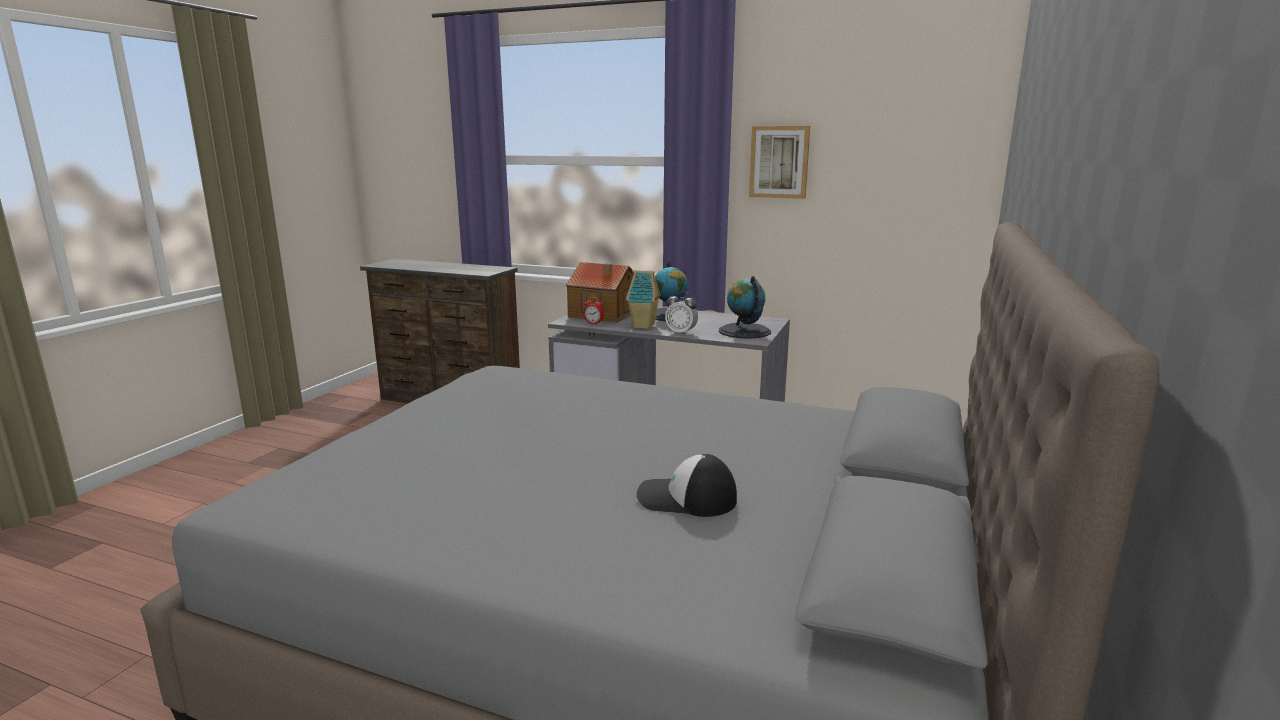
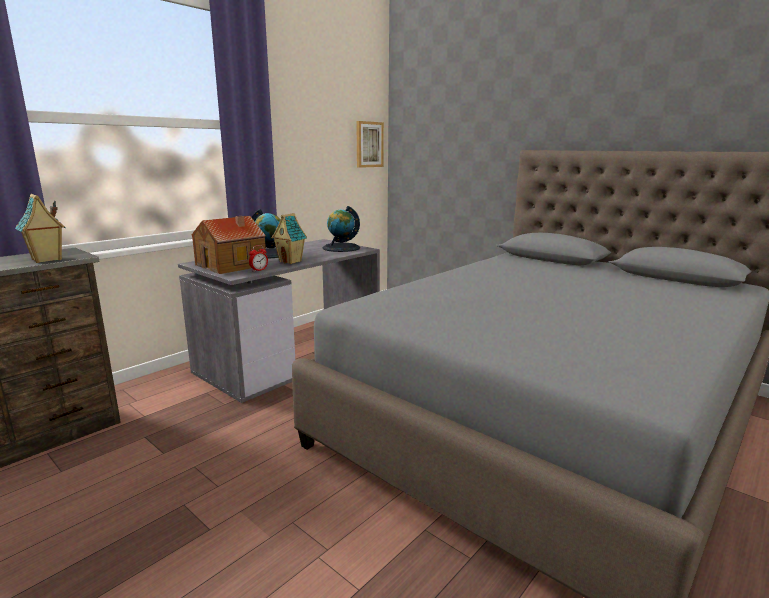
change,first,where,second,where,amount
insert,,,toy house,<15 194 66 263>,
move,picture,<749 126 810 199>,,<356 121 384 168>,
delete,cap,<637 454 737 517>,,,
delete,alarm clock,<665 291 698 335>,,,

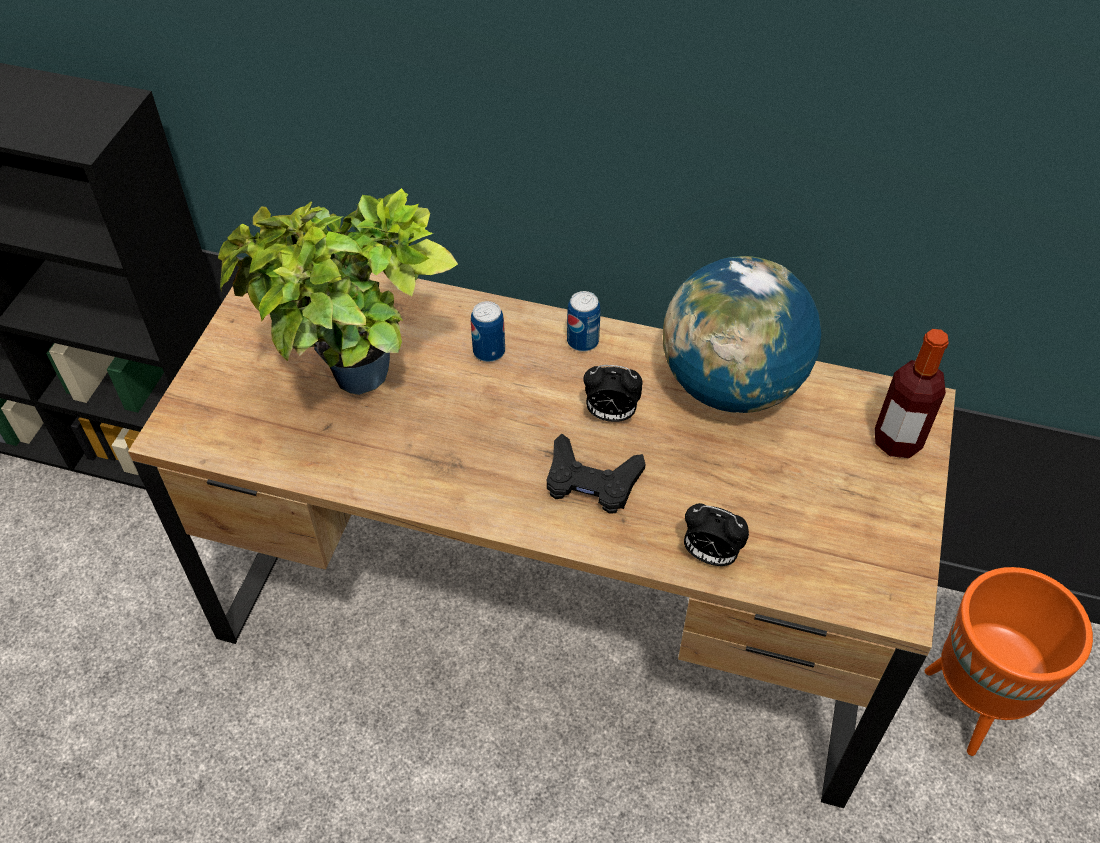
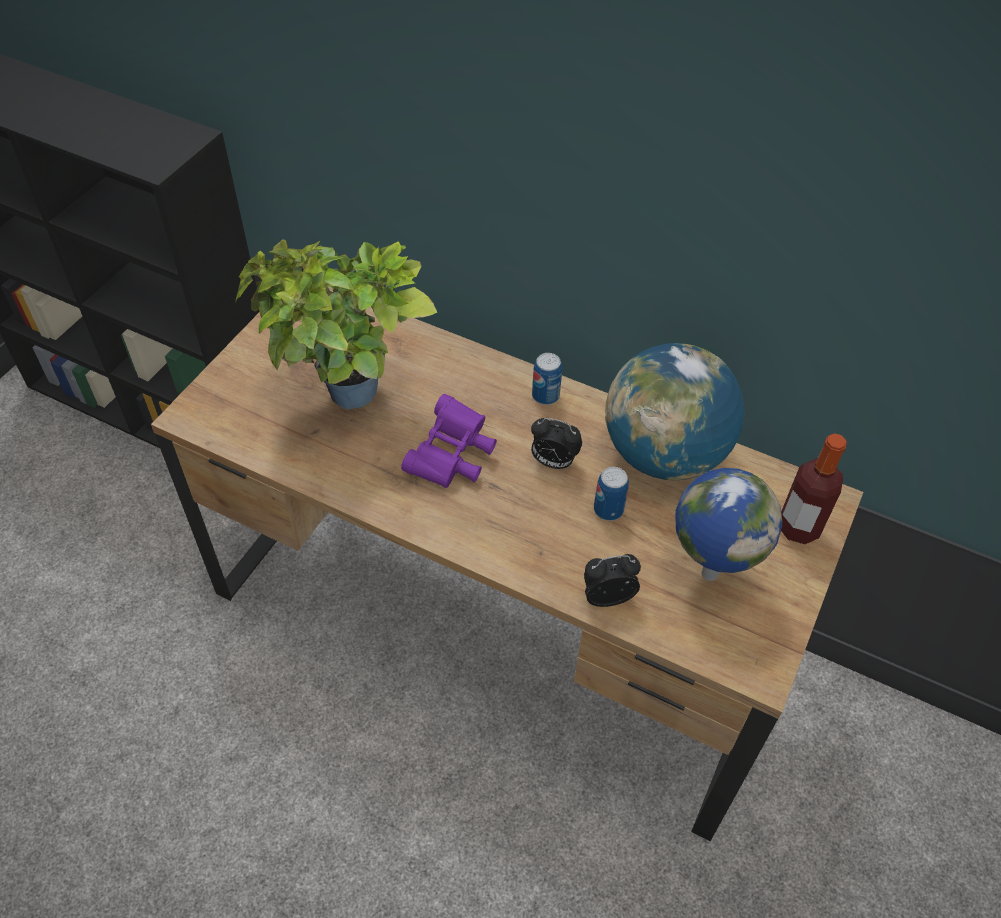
change,first,where,second,where,amount
insert,,,purple binoculars,<401 394 497 488>,
rotate,alarm clock,<684 503 749 566>,,<584 554 641 607>,135 degrees clockwise
move,can,<471 301 505 362>,,<594 467 629 521>,
insert,,,globe,<675 468 782 581>,
delete,black game controller,<547 433 646 514>,,,
delete,orange planter,<925 567 1093 756>,,,

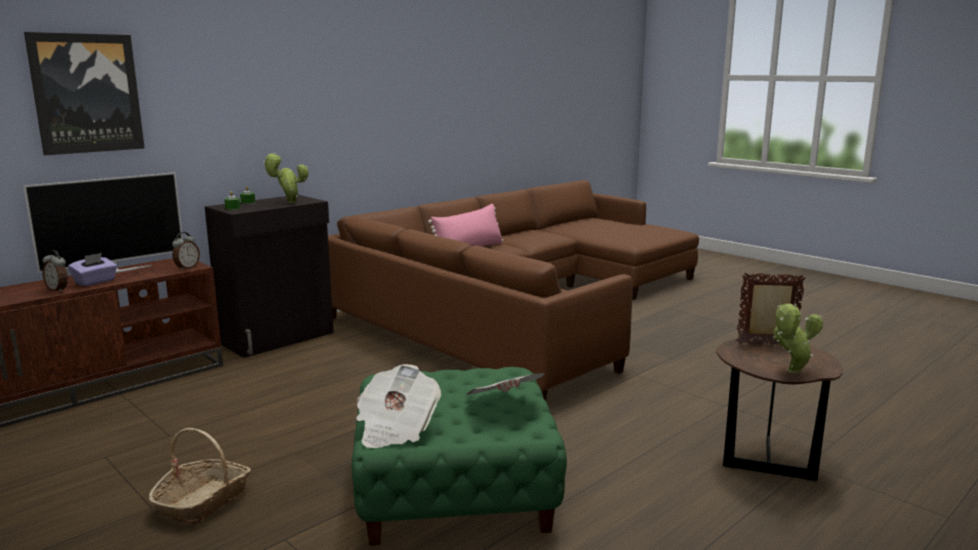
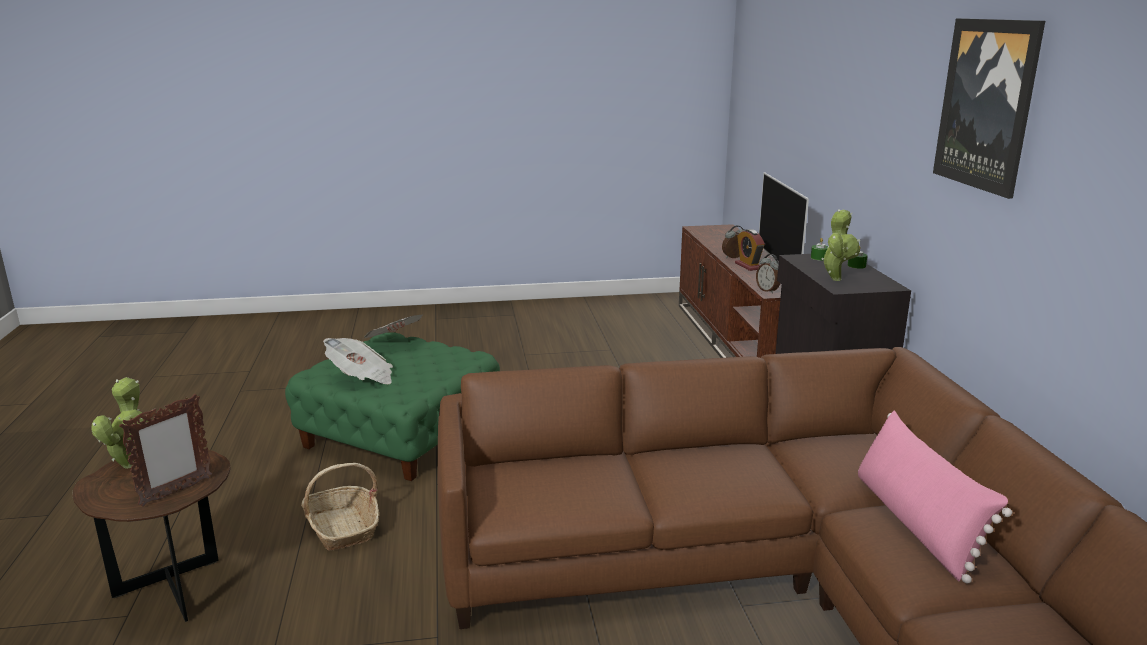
change,first,where,second,where,amount
move,basket,<149 428 251 526>,,<301 463 379 551>,
replace,purple tissue box,<68 253 117 286>,alarm clock,<735 229 765 271>,
move,picture,<24 32 145 155>,,<933 18 1045 199>,

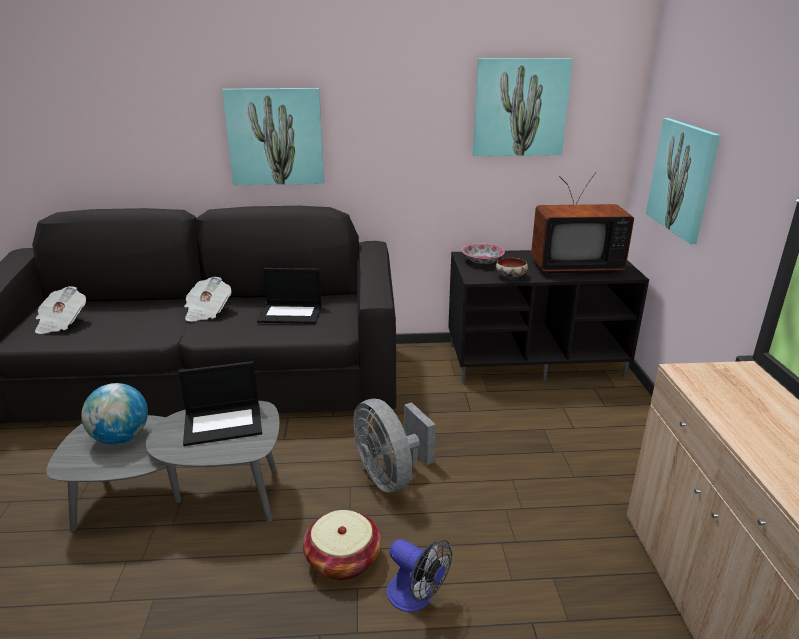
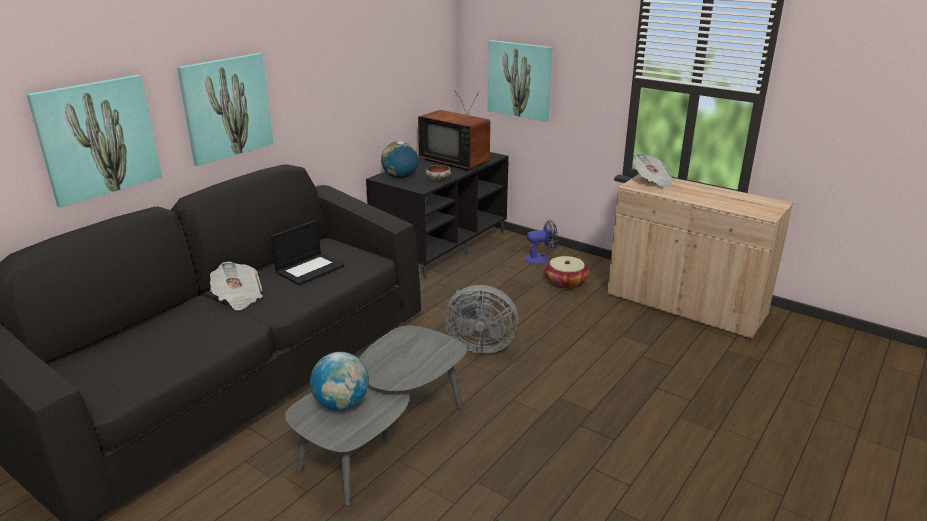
change,first,where,second,where,amount
move,picture,<473 58 573 156>,,<26 75 162 208>,
replace,bowl,<462 244 505 264>,globe,<381 141 419 179>,
rotate,television,<531 172 634 274>,,<418 90 490 171>,90 degrees clockwise
move,fan,<387 539 452 612>,,<525 220 558 264>,
move,basket,<303 510 381 580>,,<544 256 589 289>,
move,newspaper,<35 286 86 334>,,<633 153 674 189>,
delete,laptop,<178 361 262 446>,,,

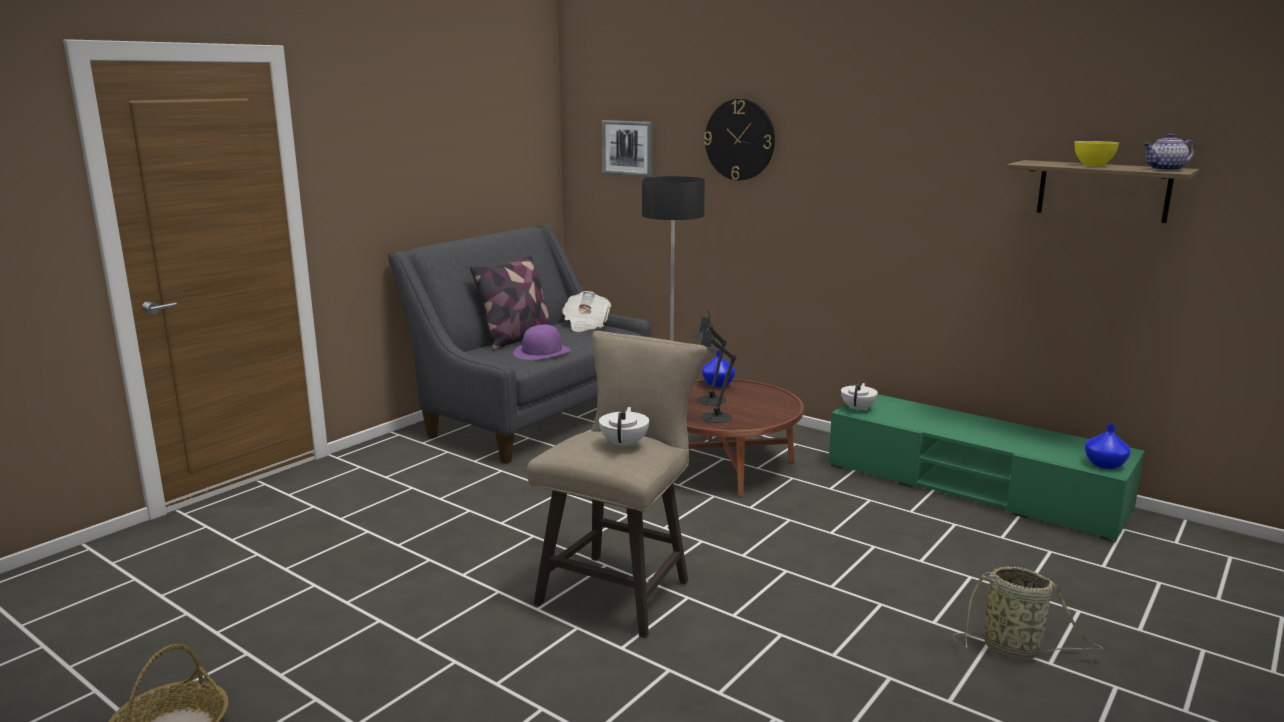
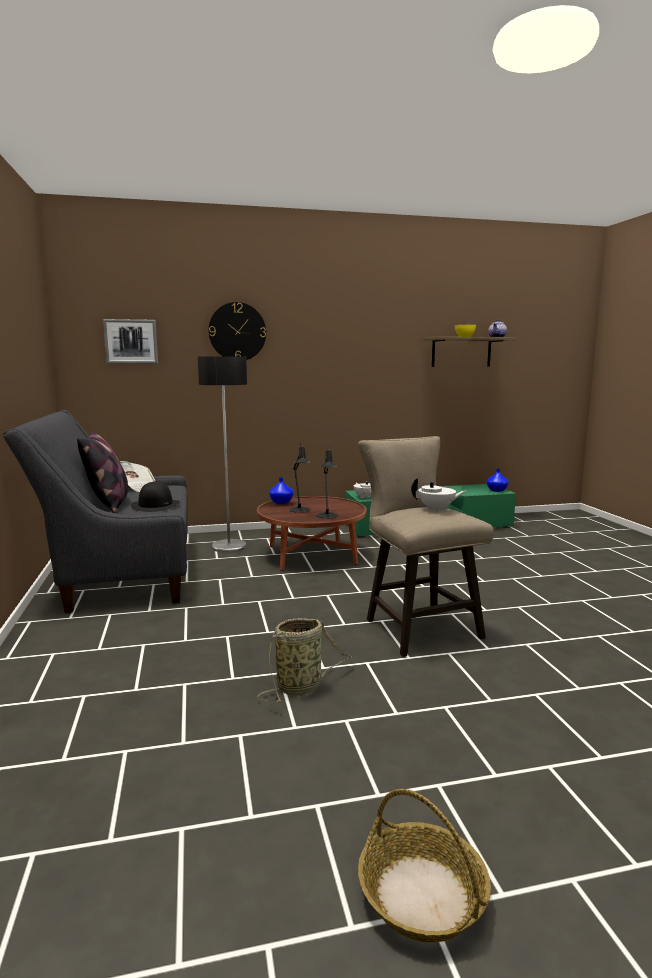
change,first,where,second,where,amount
recolor,purple hat,<513 325 570 360>,black hat,<131 481 180 512>,
move,basket,<953 566 1104 660>,,<257 618 353 702>,
rotate,white teapot,<599 407 649 450>,,<411 478 466 512>,135 degrees clockwise

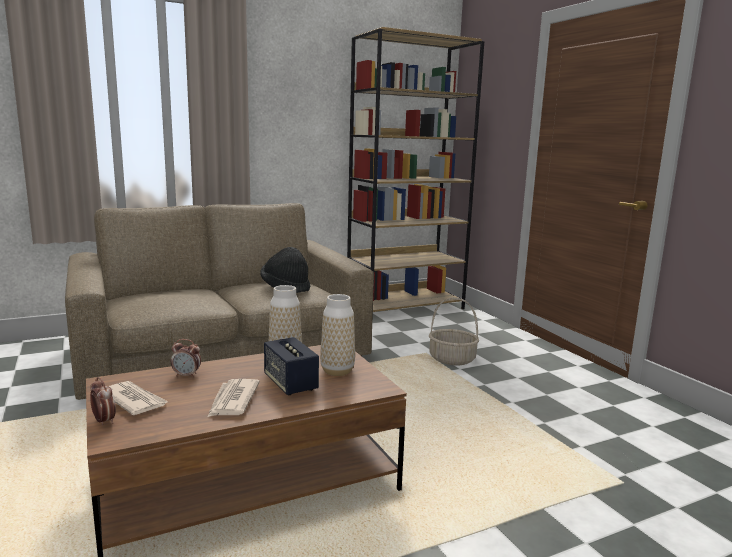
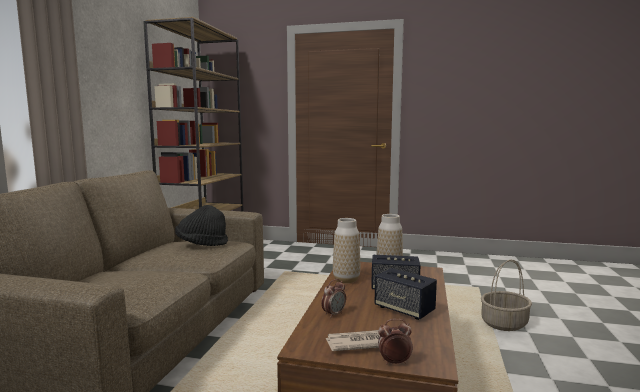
change,first,where,second,where,amount
replace,newspaper,<208 379 260 417>,speaker,<375 268 437 320>,
move,basket,<429 297 479 365>,,<481 259 532 331>,

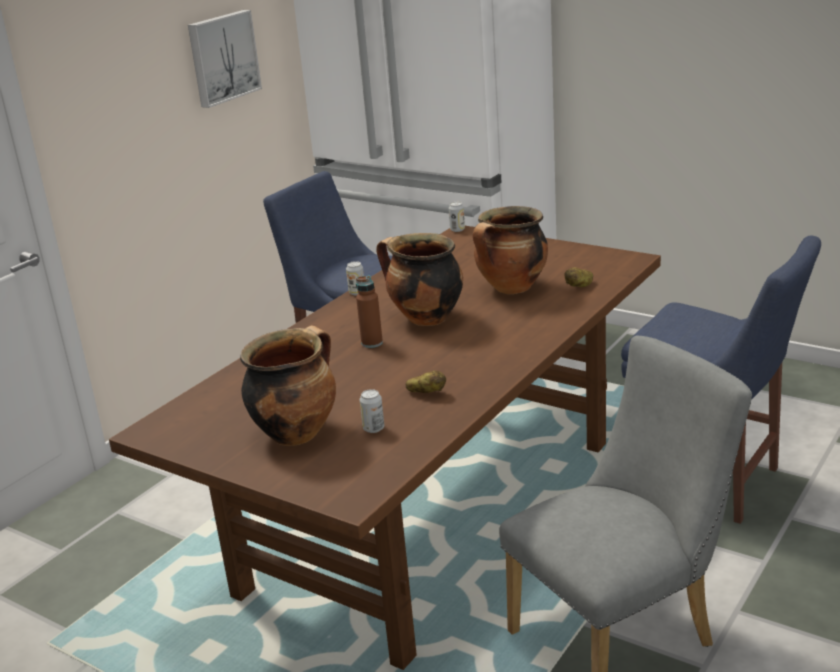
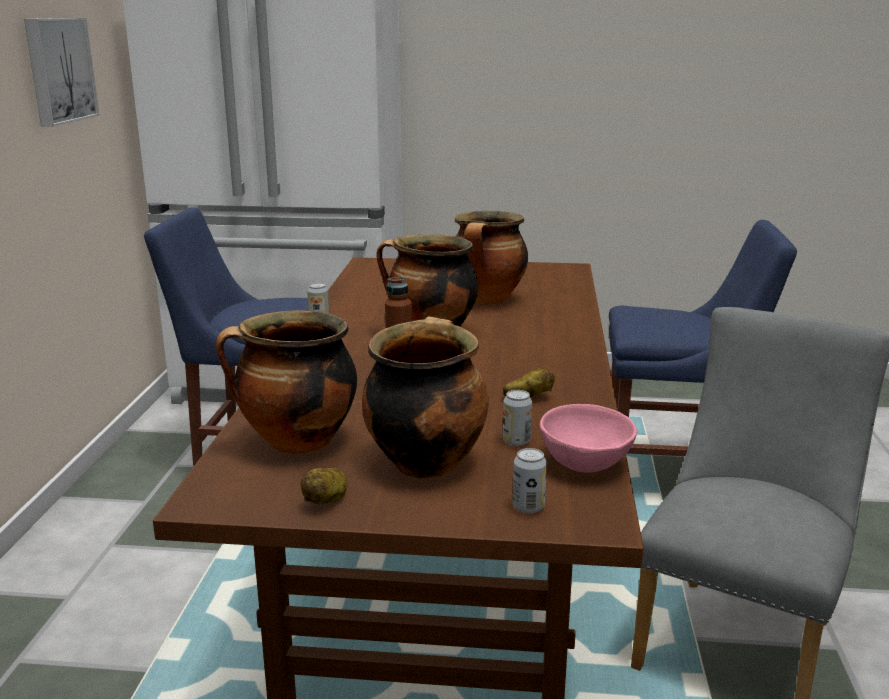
change,first,where,second,where,amount
insert,,,cooking pot,<216 310 357 454>,
move,potato,<564 268 593 287>,,<300 468 348 504>,
move,can,<449 202 465 232>,,<513 448 547 514>,
insert,,,pink bowl,<540 404 637 473>,

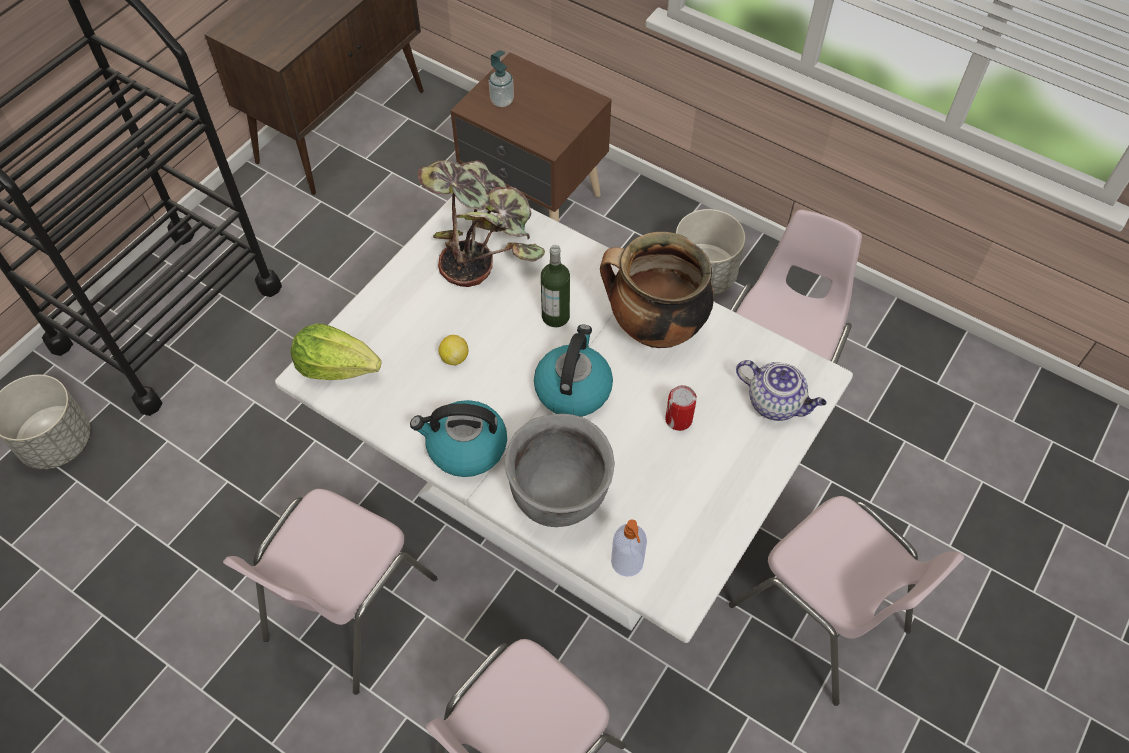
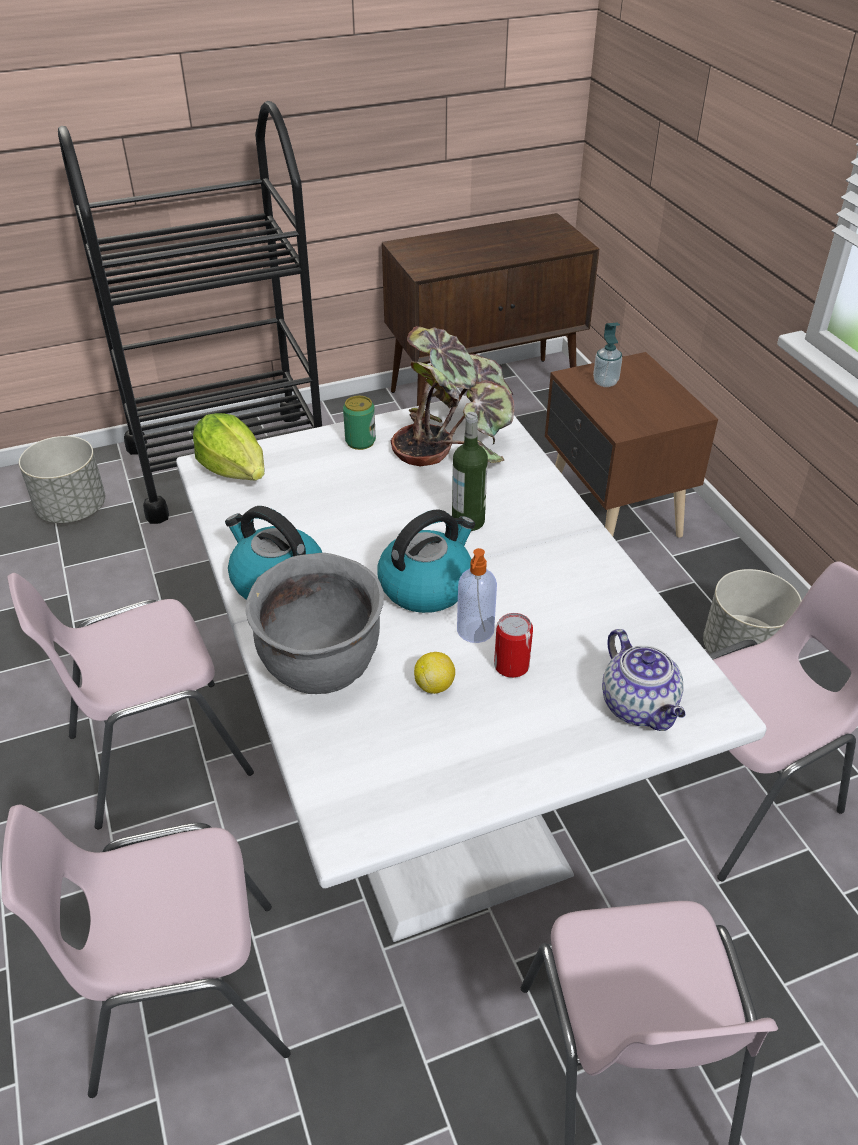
change,first,where,second,where,amount
insert,,,can,<343 396 376 450>,
move,lemon,<438 335 468 365>,,<414 652 455 694>,
move,soap dispenser,<611 519 647 577>,,<457 548 497 643>,
delete,cooking pot,<600 232 714 348>,,,

